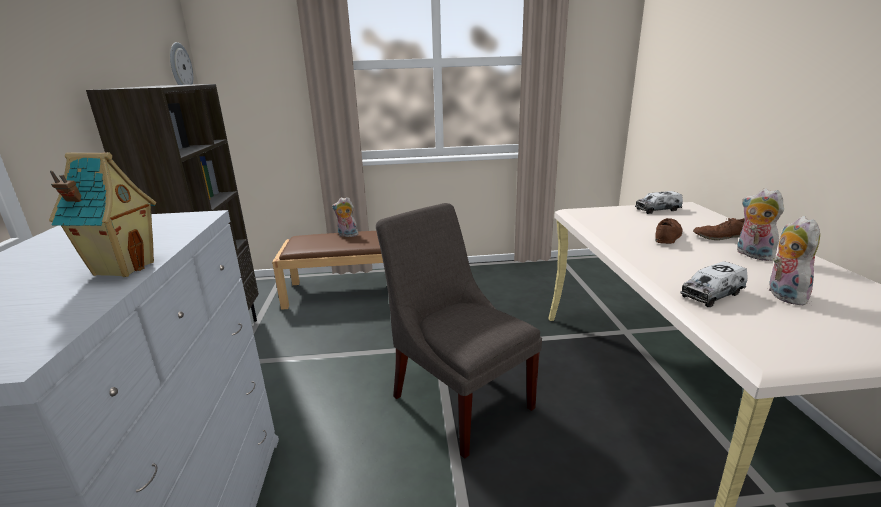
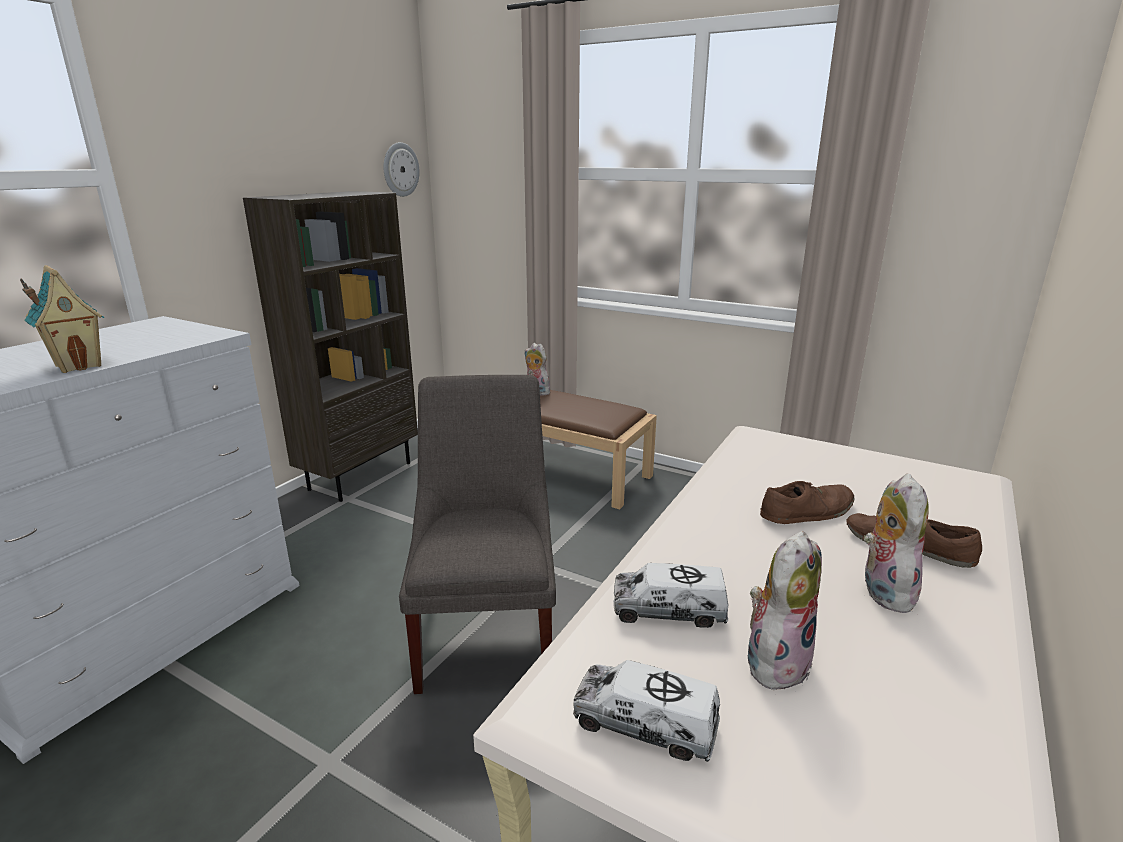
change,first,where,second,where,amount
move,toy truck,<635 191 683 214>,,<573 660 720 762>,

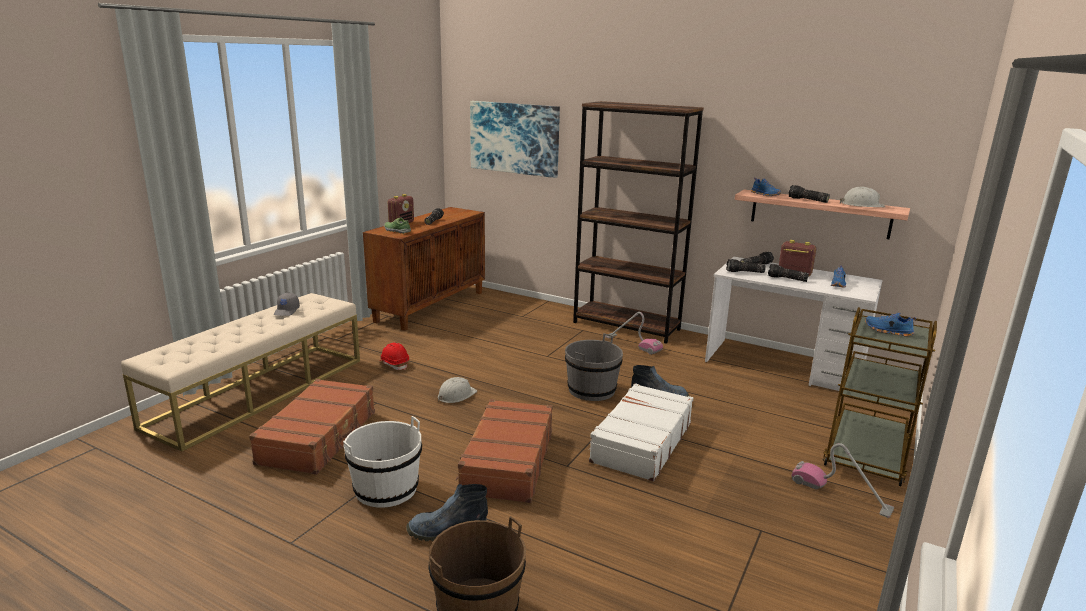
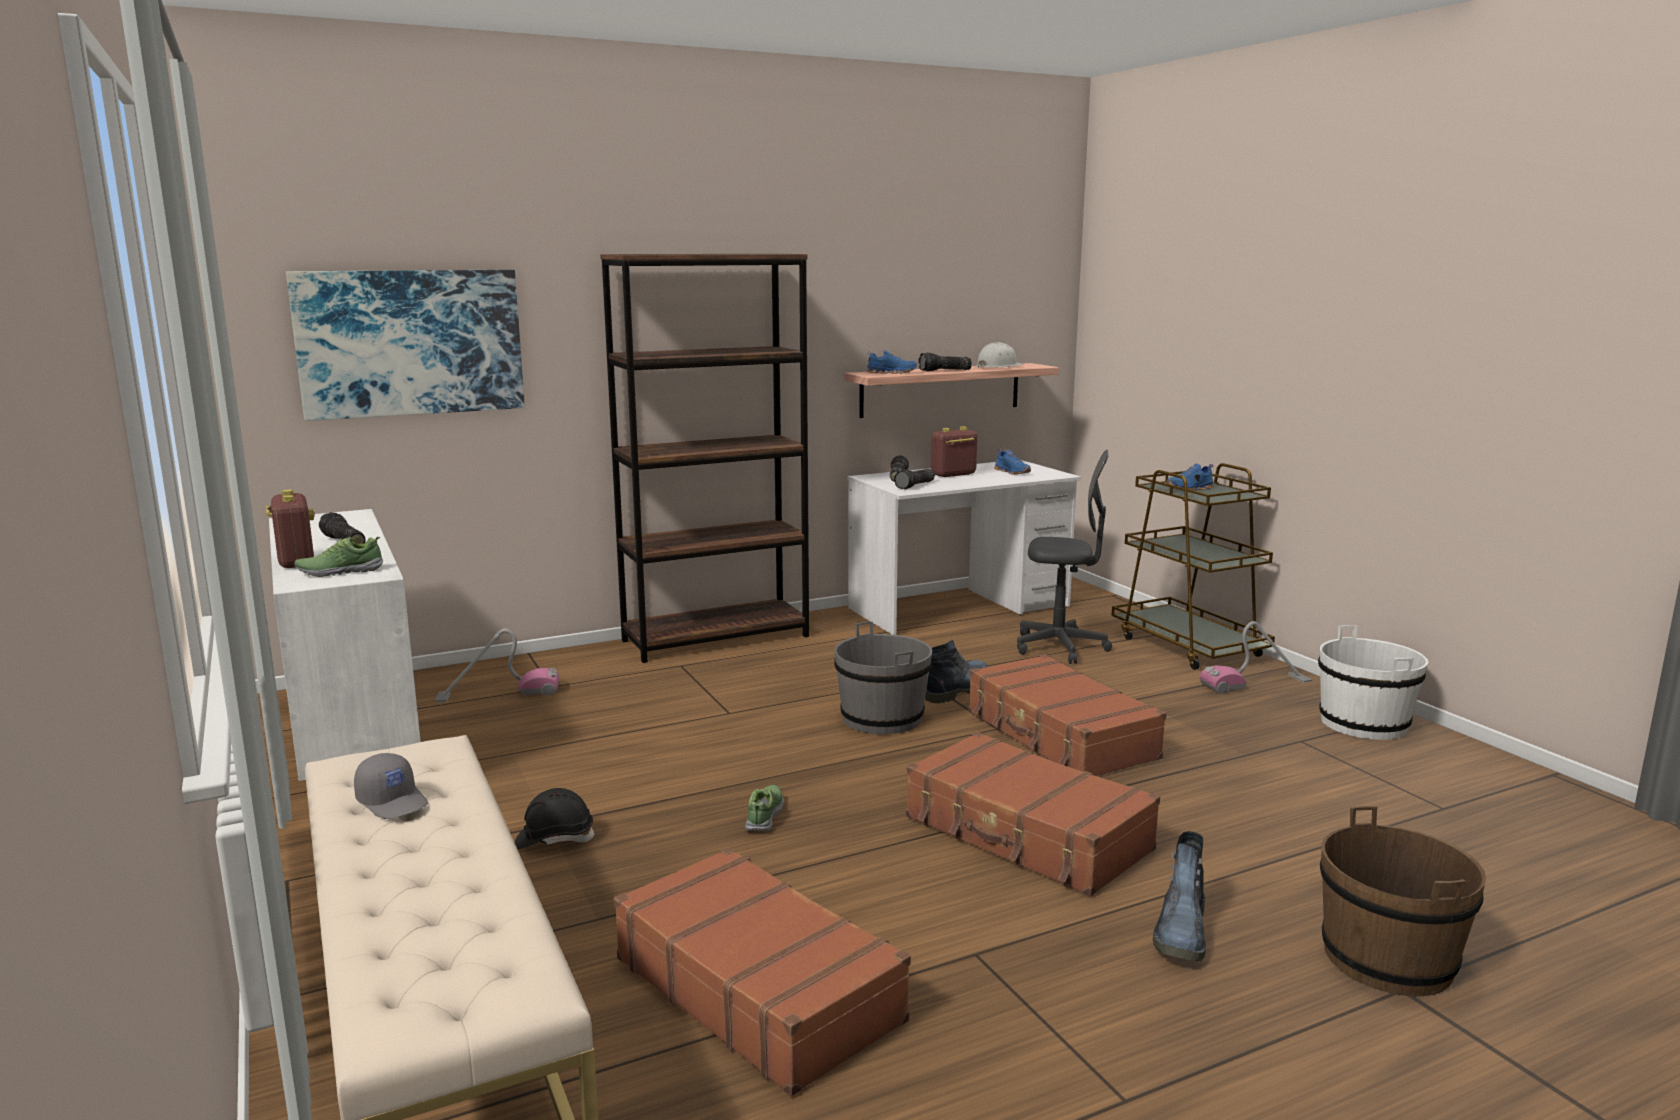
change,first,where,second,where,amount
recolor,brown cabinet,<363 207 485 331>,white cabinet,<269 509 421 781>,
move,vacuum cleaner,<605 312 663 355>,,<435 629 559 703>,
recolor,red hard hat,<379 343 409 370>,black hard hat,<515 788 595 849>,
replace,white hard hat,<438 377 477 403>,shoe,<745 785 784 831>,
recolor,white suitcase,<588 383 693 482>,brown suitcase,<969 654 1166 776>,
insert,,,grey office chair,<1017 450 1112 664>,
move,white bucket,<343 416 422 508>,,<1318 625 1428 740>,
delete,flashlight,<768 264 809 282>,,,

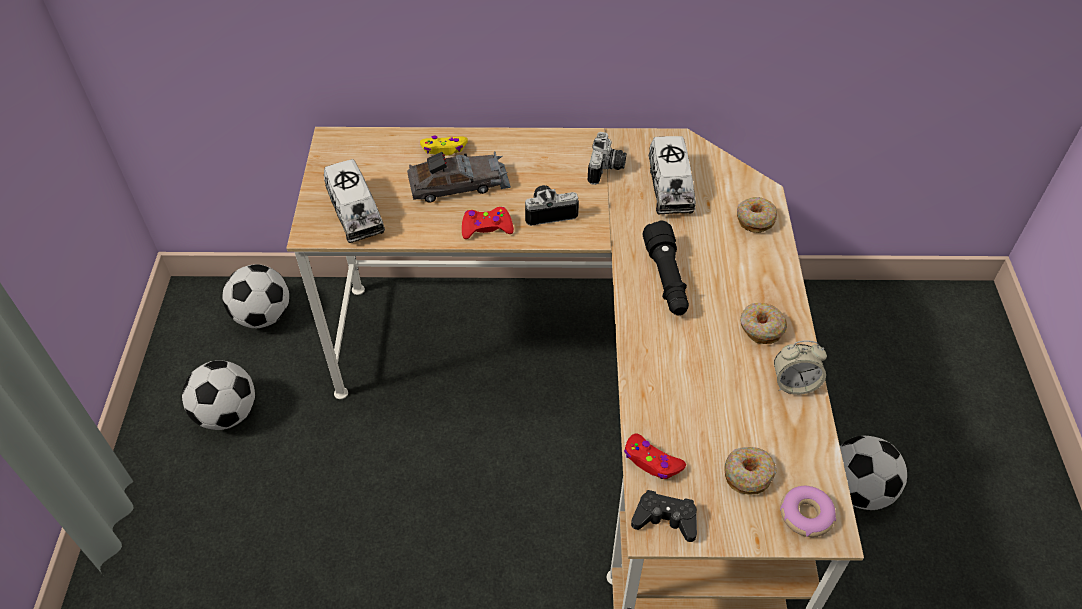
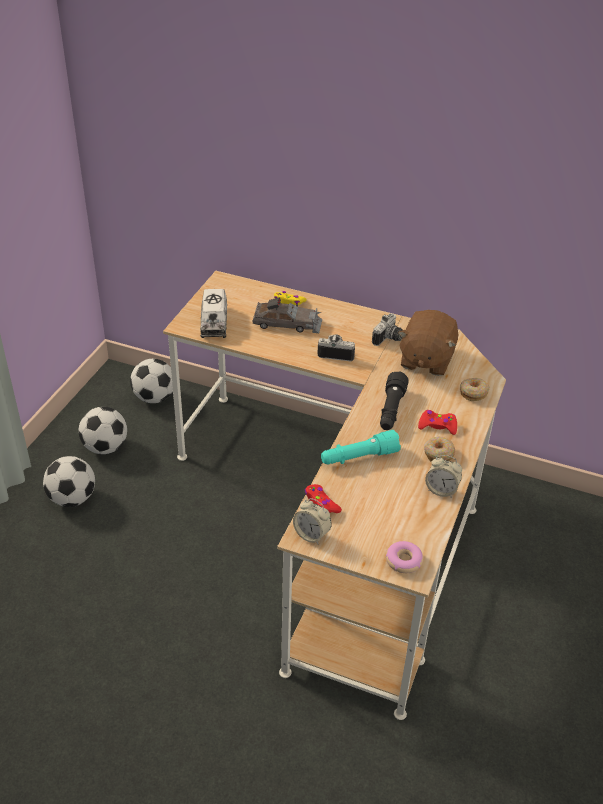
change,first,where,second,where,amount
move,football,<840 436 907 510>,,<43 456 95 507>,
replace,black game controller,<631 490 697 542>,alarm clock,<293 498 332 544>,
insert,,,turquoise flashlight,<321 430 401 465>,
replace,toy truck,<648 136 696 214>,brown plush toy,<398 310 458 376>,
move,red game controller,<462 207 514 239>,,<418 410 457 435>,
delete,donut,<725 447 777 494>,,,

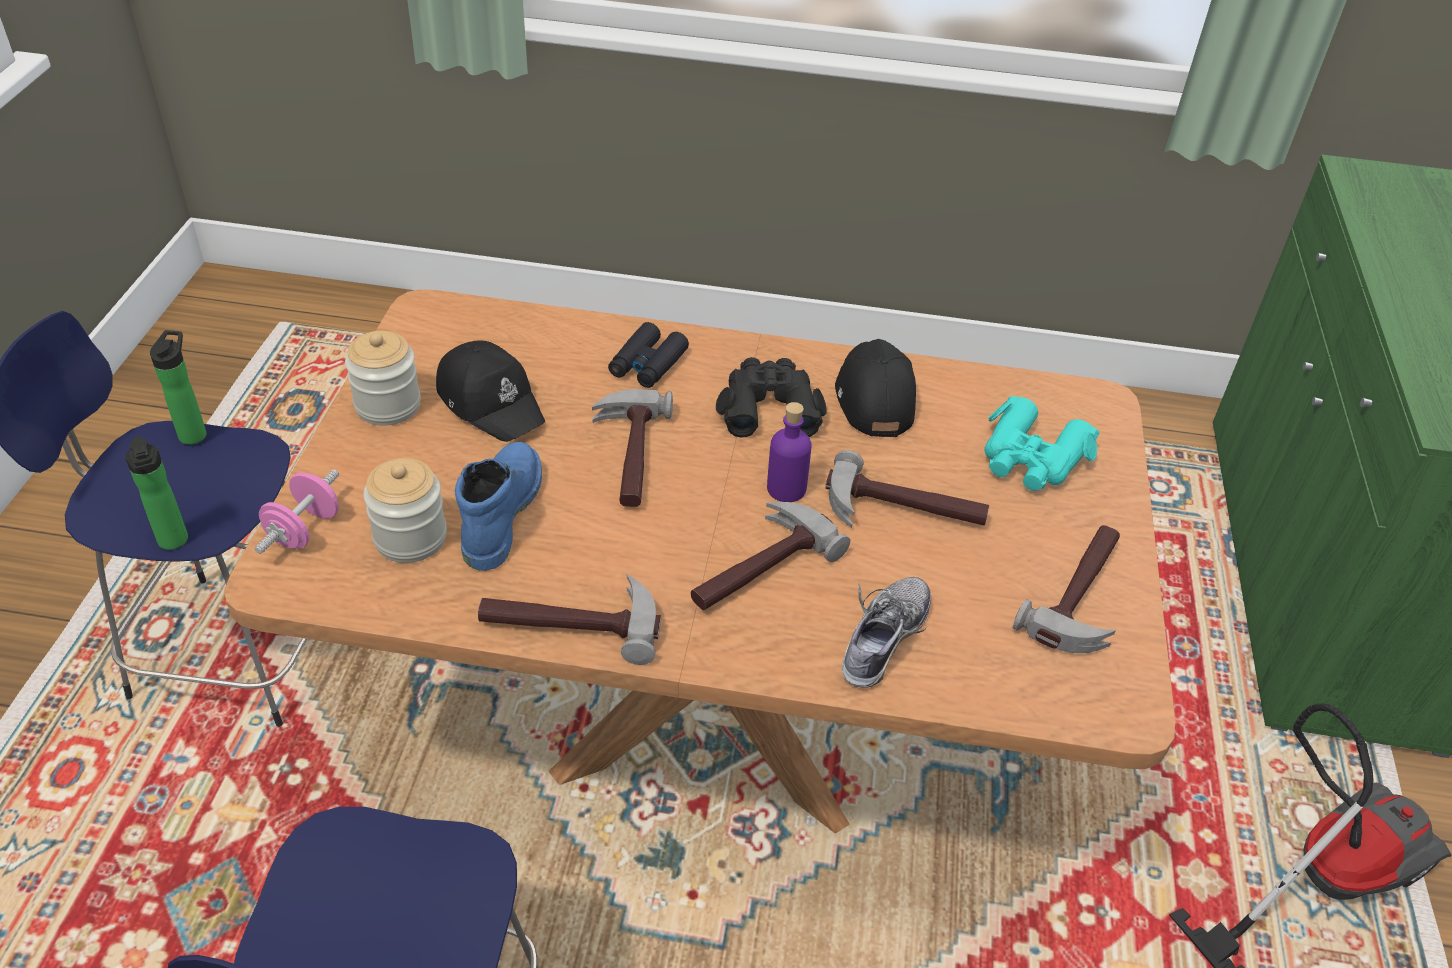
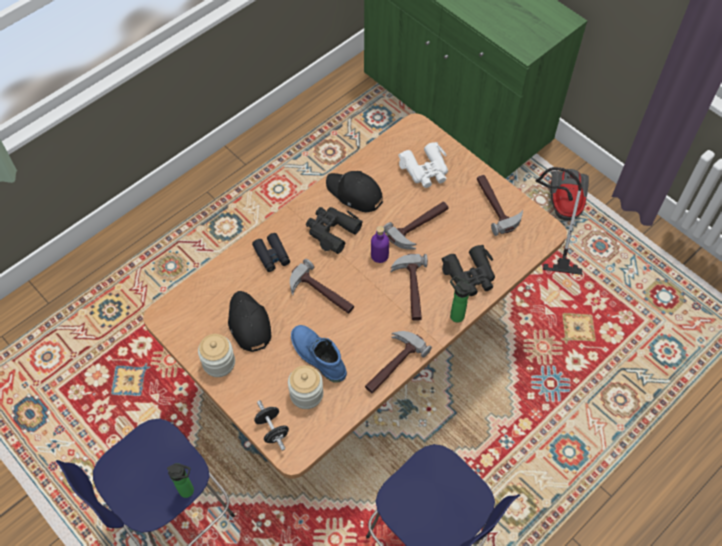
change,first,where,second,where,amount
rotate,black cap,<436 340 545 442>,,<228 291 271 352>,105 degrees counterclockwise
recolor,pink dumbbell,<255 470 339 554>,black dumbbell,<254 400 289 451>,
recolor,turquoise binoculars,<984 396 1100 491>,white binoculars,<399 142 448 188>,
replace,shoe,<842 577 931 688>,black binoculars,<441 245 495 296>,
move,bottle,<150 330 207 445>,,<450 275 470 323>,

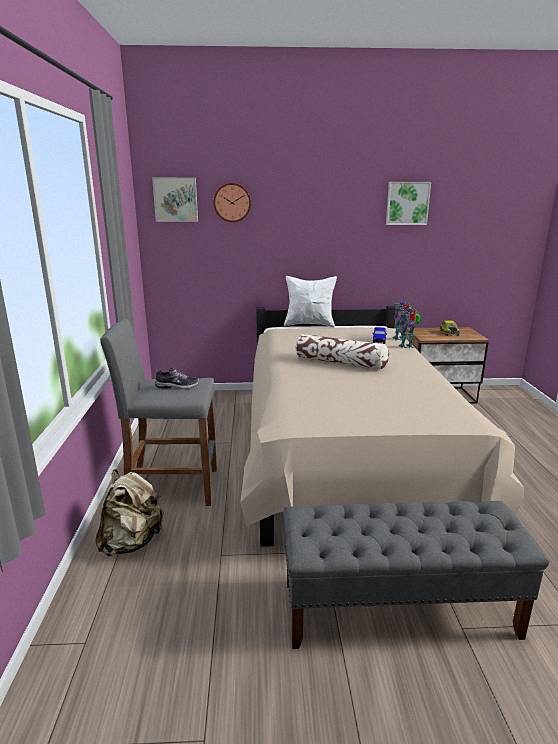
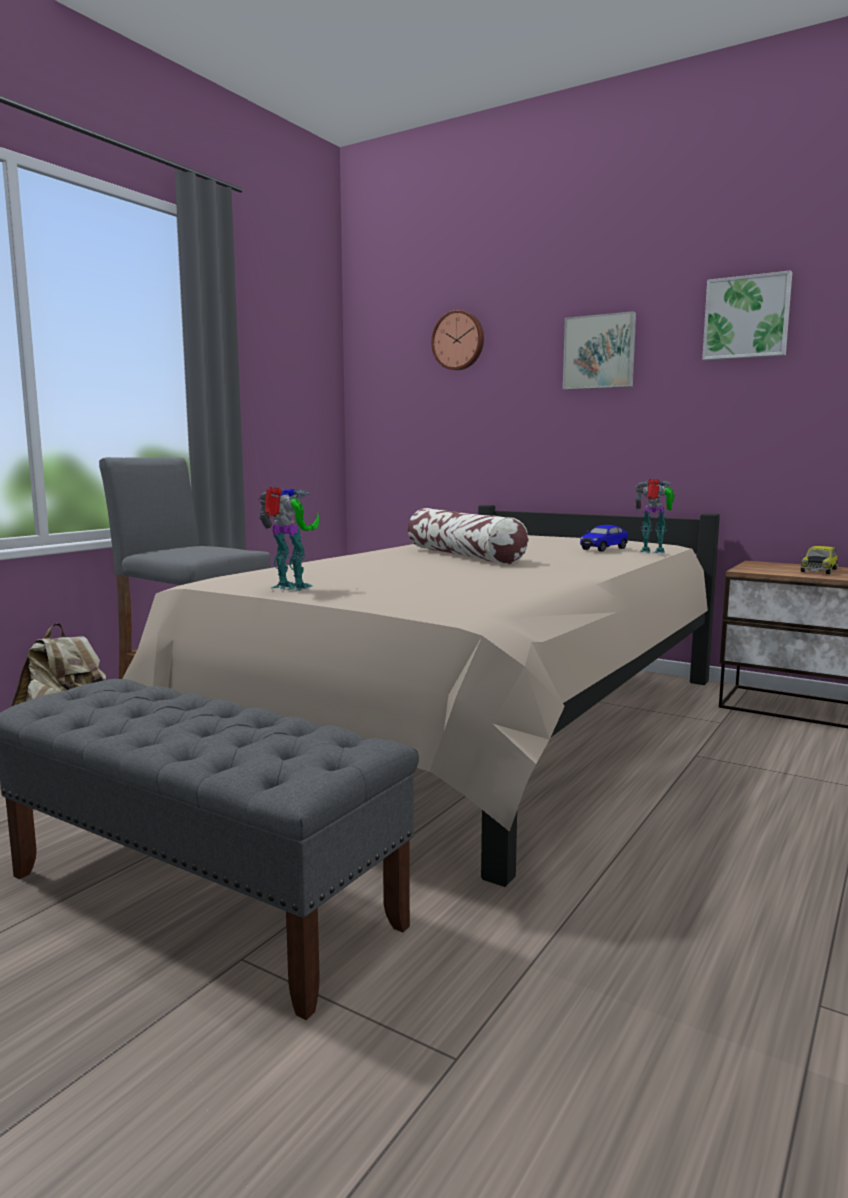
change,first,where,second,where,amount
move,toy robot,<399 308 421 349>,,<259 487 320 591>,
move,picture,<152 177 198 222>,,<563 311 636 390>,
delete,shoe,<155 367 199 389>,,,
delete,white pillow,<284 276 337 328>,,,

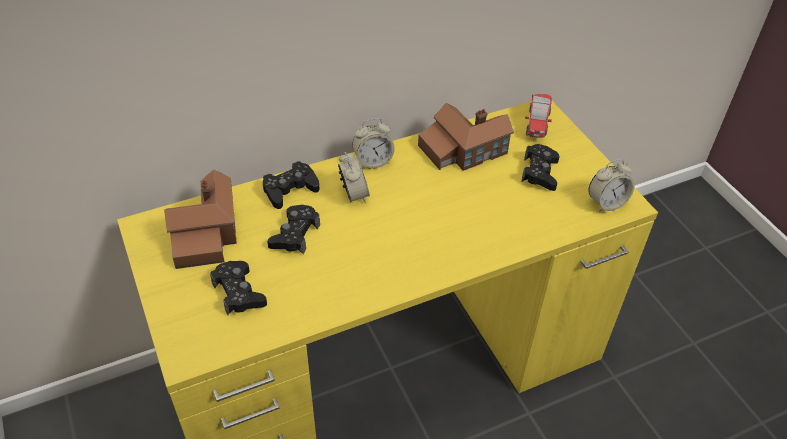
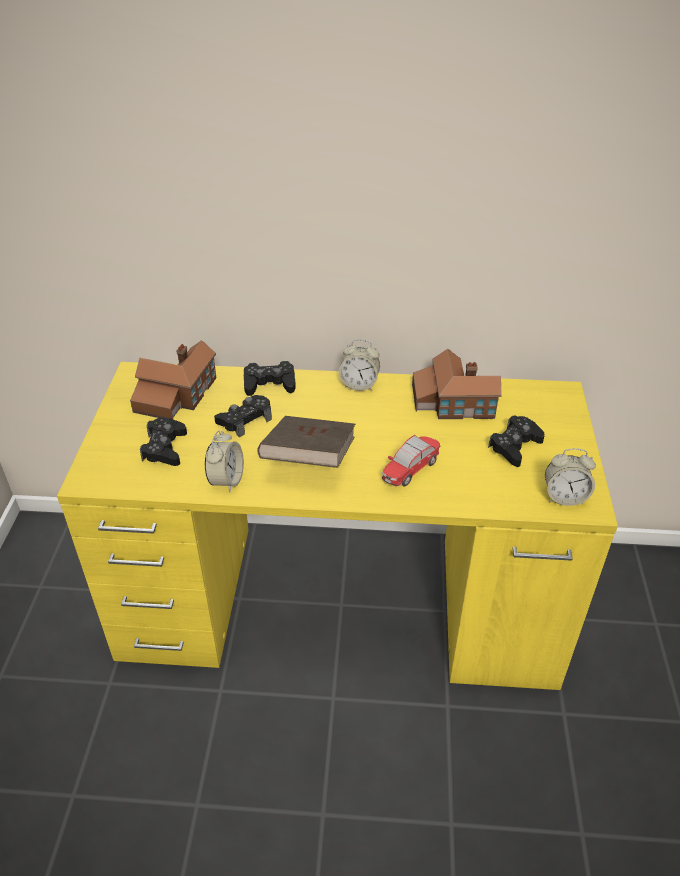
change,first,where,second,where,amount
move,alarm clock,<338 152 370 203>,,<205 430 244 492>,
insert,,,brown book,<257 416 355 468>,
move,toy car,<525 94 552 138>,,<382 435 440 487>,

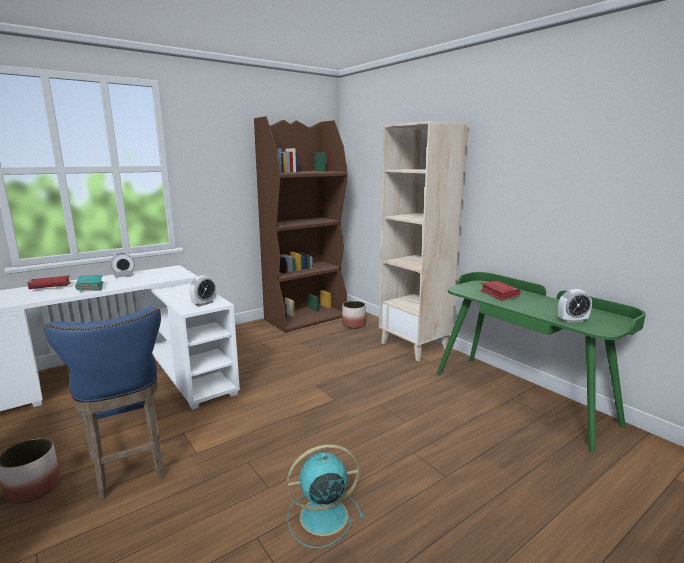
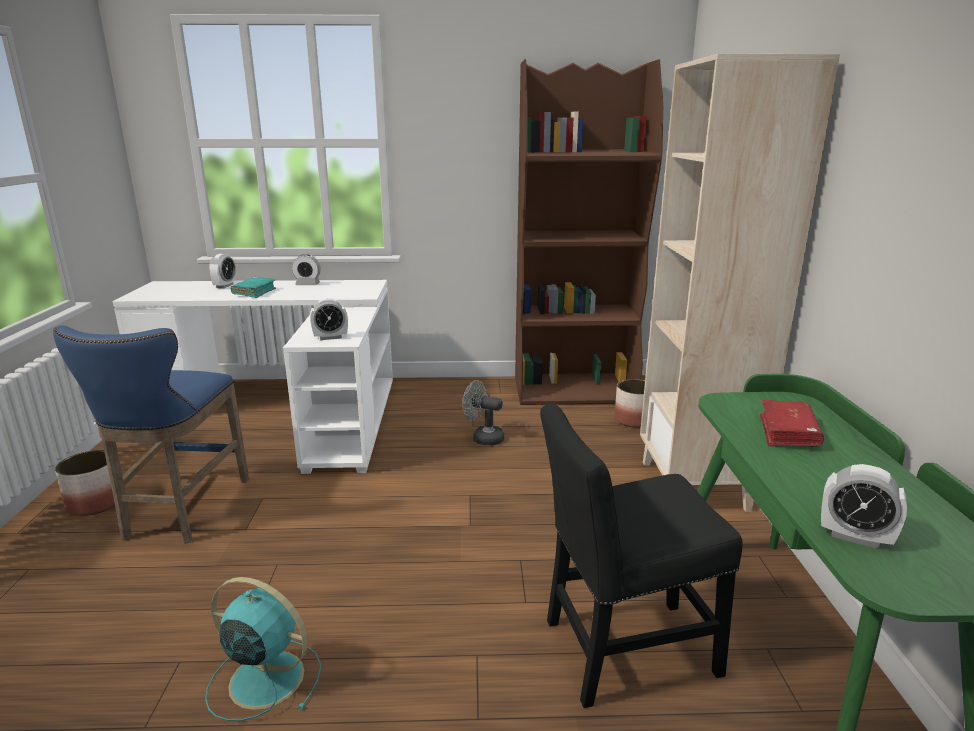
change,first,where,second,where,amount
replace,red book,<28 275 71 289>,alarm clock,<209 254 236 288>,
insert,,,grey fan,<462 380 504 446>,
insert,,,black chair,<540 403 742 708>,

